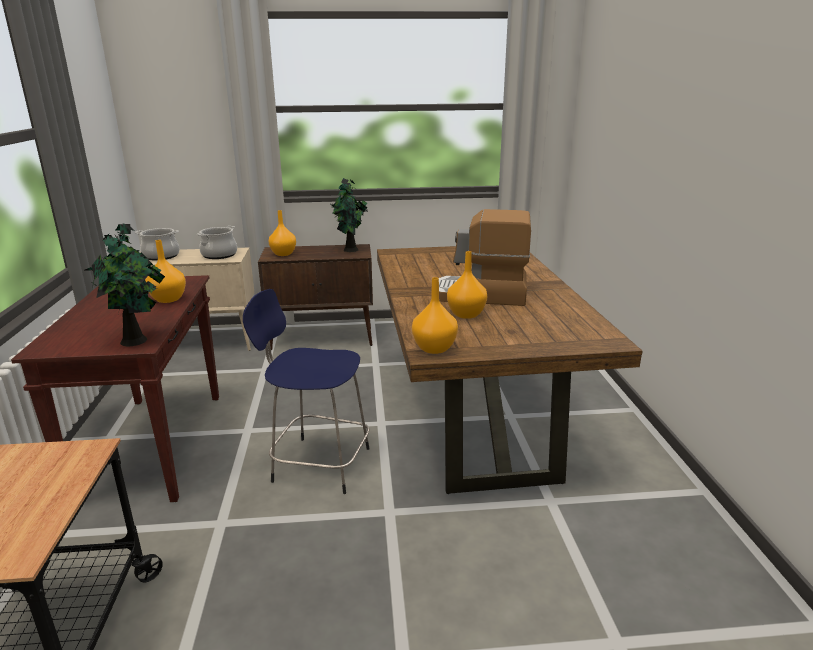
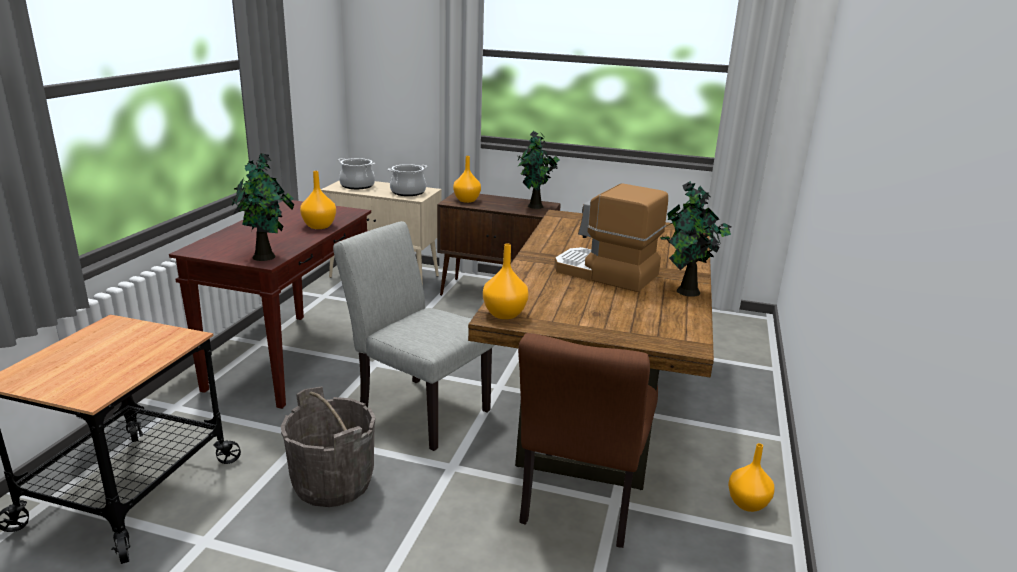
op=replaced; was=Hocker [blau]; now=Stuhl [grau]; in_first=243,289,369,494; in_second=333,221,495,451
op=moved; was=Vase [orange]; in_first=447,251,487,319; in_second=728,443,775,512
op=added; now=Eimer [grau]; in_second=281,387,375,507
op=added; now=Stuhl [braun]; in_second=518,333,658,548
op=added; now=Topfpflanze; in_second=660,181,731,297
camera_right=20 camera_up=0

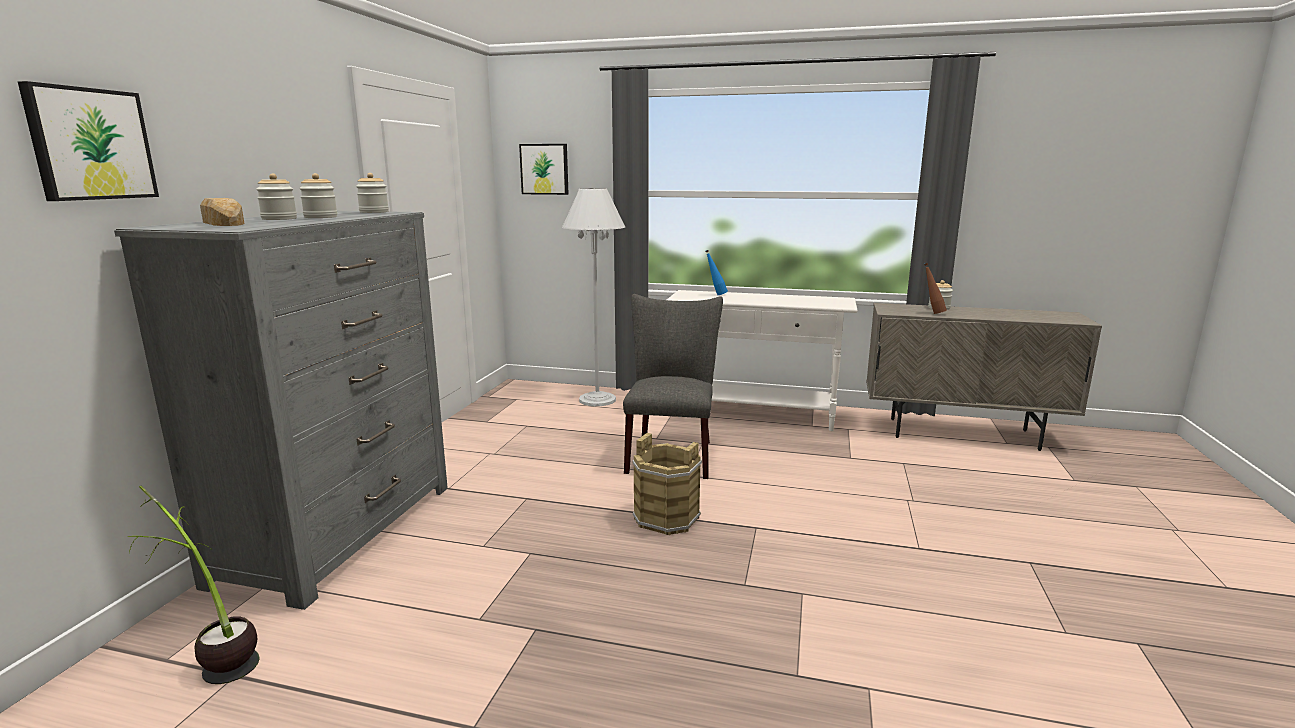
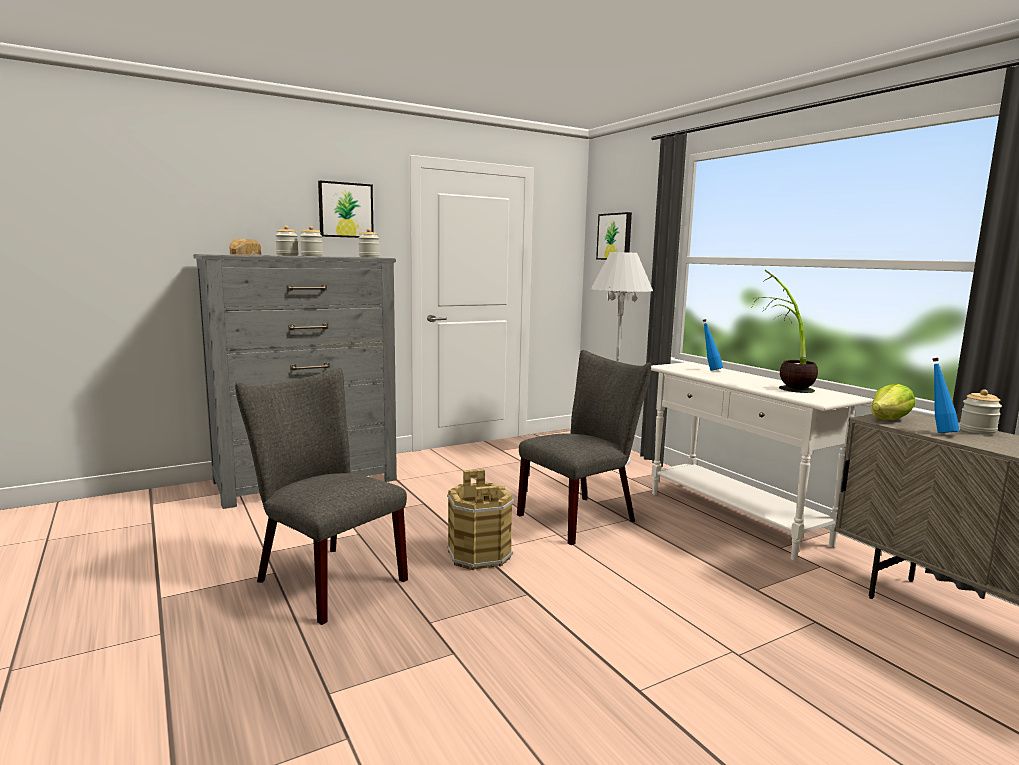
op=moved; was=Bild; in_first=18,81,159,201; in_second=318,181,374,238
op=moved; was=Topfpflanze; in_first=128,486,260,684; in_second=752,270,818,393
op=recoloured; was=Flasche [braun]; now=Flasche [blau]; in_first=924,263,947,314; in_second=932,358,959,433
op=added; now=Stuhl [grau]; in_second=235,368,408,625
op=added; now=Salatkopf; in_second=871,384,915,420
camera_right=45 camera_up=-5

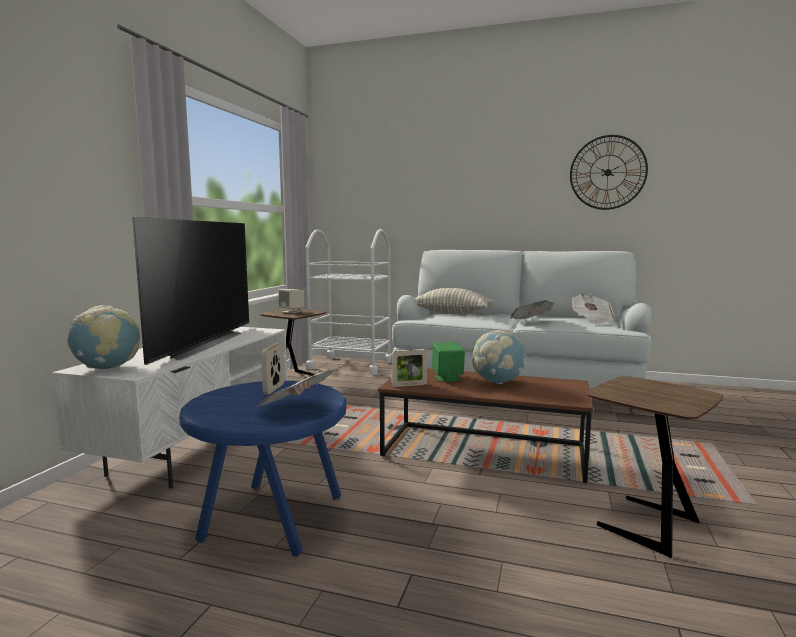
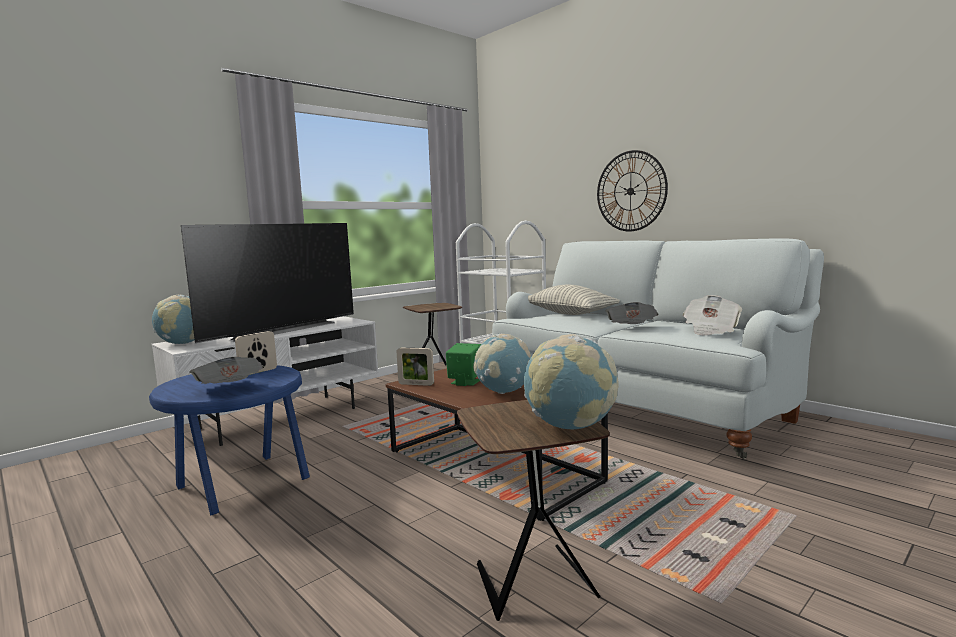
op=removed; was=Lautsprecher [beige]; in_first=278,289,304,314
op=moved; was=Wanduhr; in_first=570,135,648,210; in_second=597,150,668,231
op=added; now=Globus; in_second=524,334,619,429
camera_right=30 camera_up=0

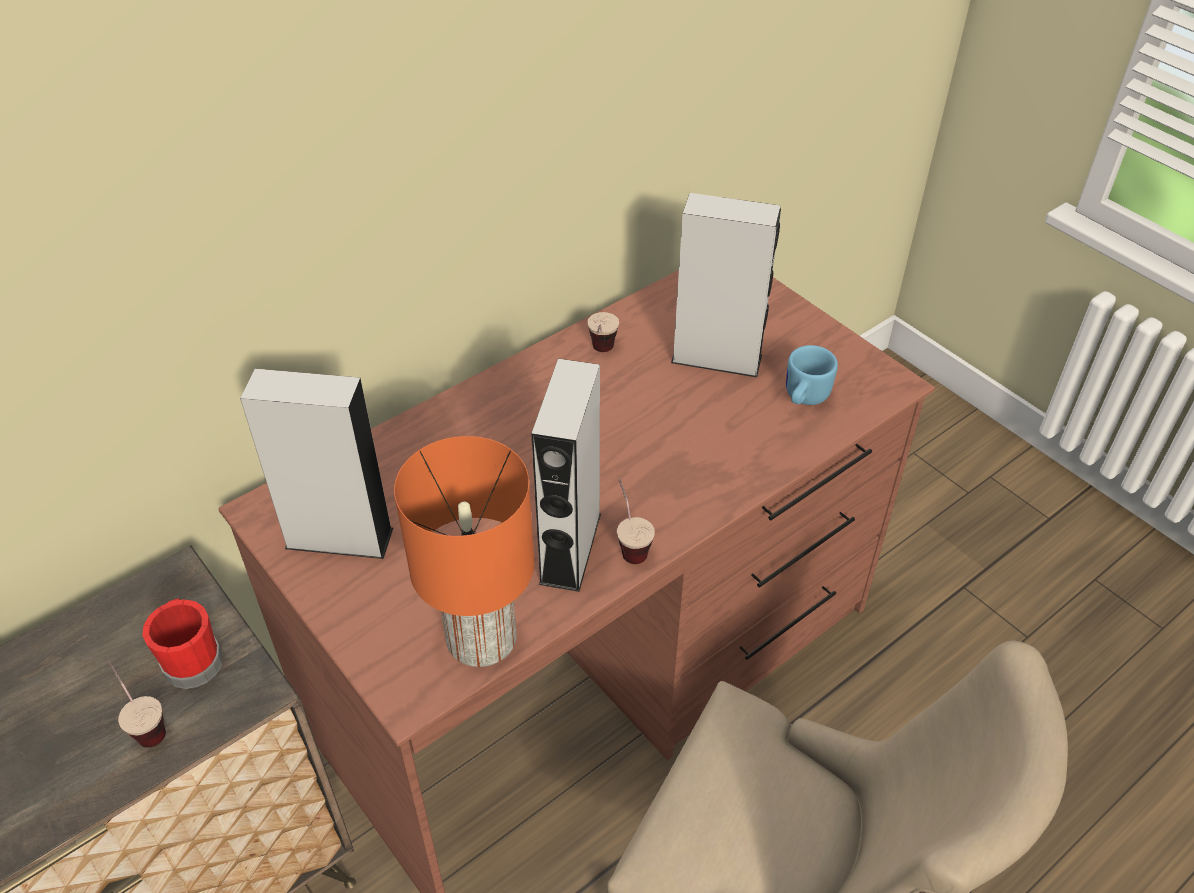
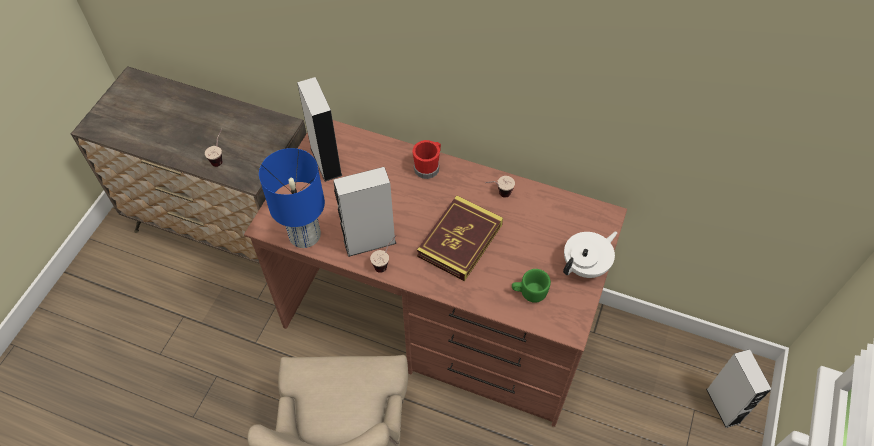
op=moved; was=Henkelbecher [rot]; in_first=142,598,223,689; in_second=413,140,441,179
op=recoloured; was=Tischlampe [orange]; now=Tischlampe [blau]; in_first=394,436,534,667; in_second=259,148,325,248
op=moved; was=Lautsprecher [grau]; in_first=671,193,781,377; in_second=706,349,772,428
op=recoloured; was=Henkelbecher [blau]; now=Henkelbecher [grün]; in_first=786,345,838,405; in_second=512,269,551,303
op=added; now=Buch; in_second=417,195,503,281
op=added; now=Teekanne [weiß]; in_second=563,232,617,278
camera_right=60 camera_up=10

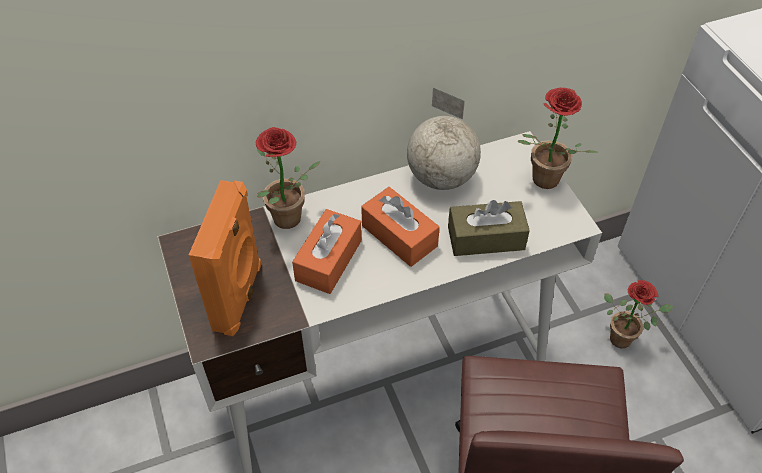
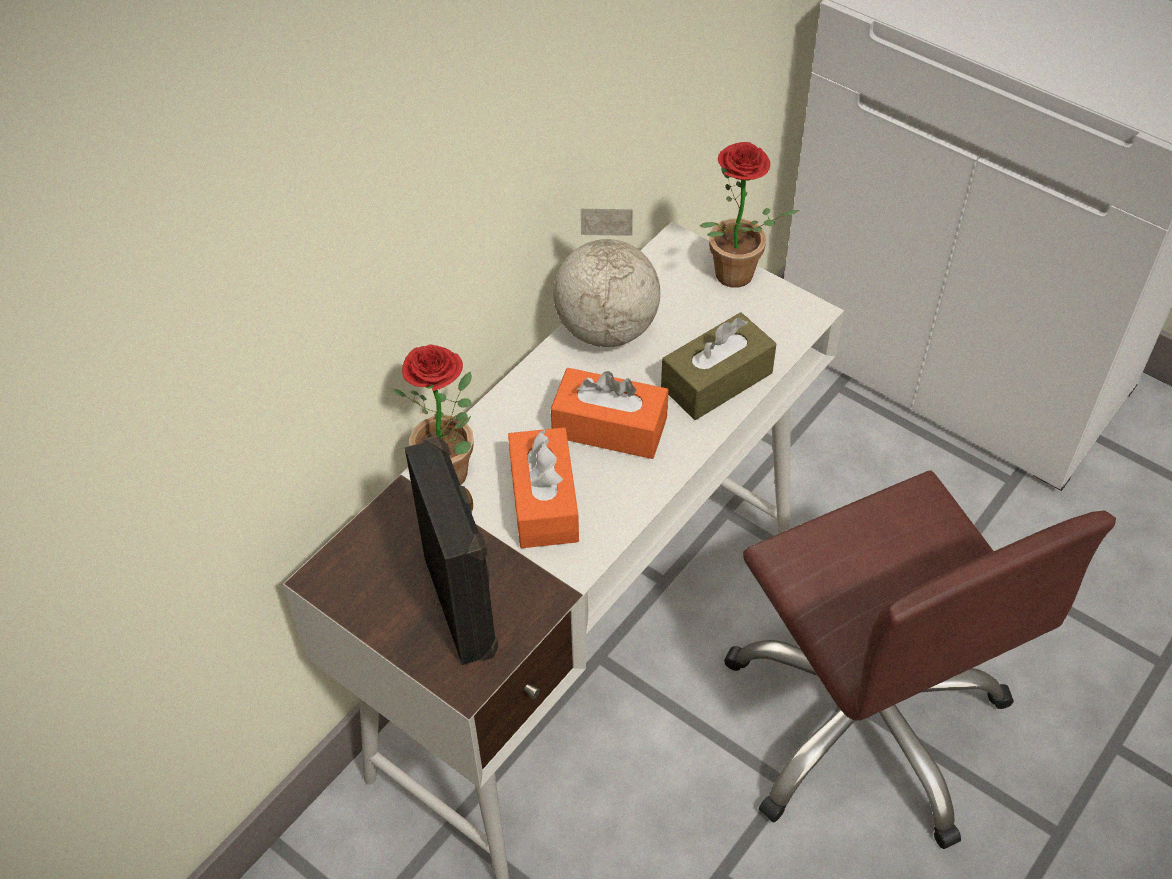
op=recoloured; was=Lautsprecher [orange]; now=Lautsprecher [schwarz]; in_first=189,180,261,336; in_second=405,436,498,665
op=removed; was=Topfpflanze; in_first=604,280,674,348
camera_right=-30 camera_up=0

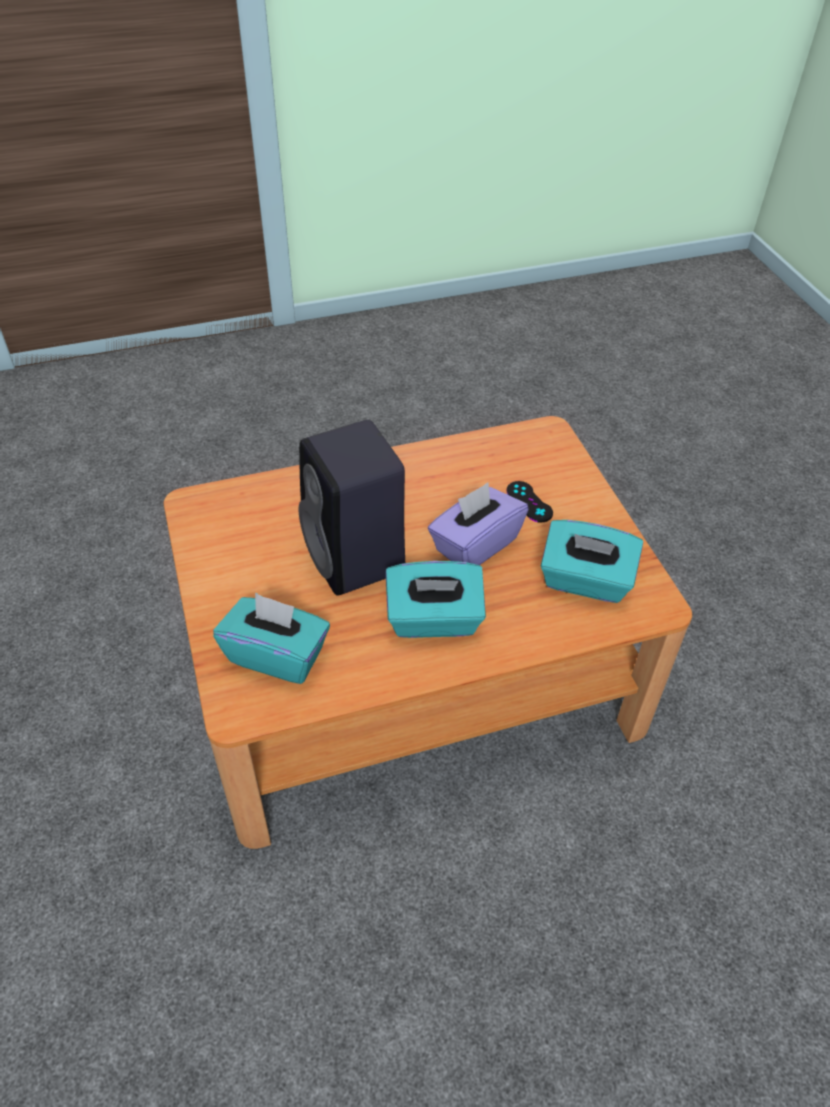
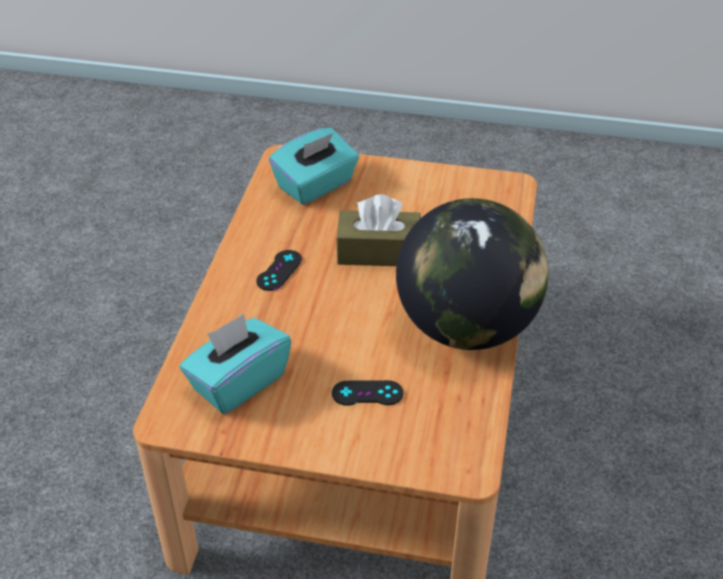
op=replaced; was=Lautsprecher [schwarz]; now=Taschentuchbox [braun]; in_first=299,420,405,595; in_second=336,194,421,266
op=replaced; was=Taschentuchbox [türkis]; now=Gamepad [schwarz]; in_first=386,561,486,638; in_second=256,250,302,291
op=removed; was=Taschentuchbox [lila]; in_first=428,483,529,565
op=added; now=Globus; in_second=396,198,548,350
camera_right=120 camera_up=-5

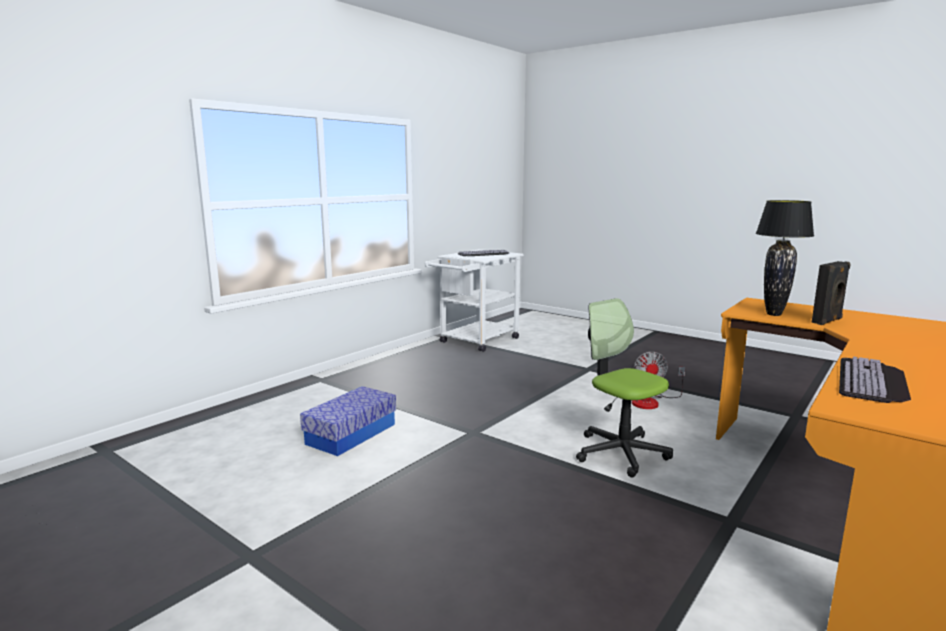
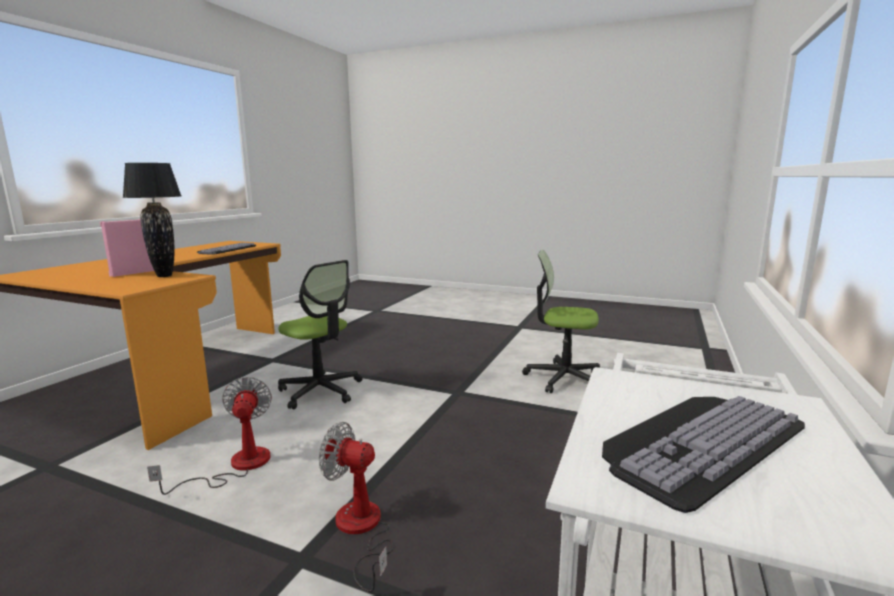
op=replaced; was=Aufbewahrungsbox; now=Bürostuhl; in_first=300,386,396,456; in_second=522,249,600,393
op=recoloured; was=Lautsprecher [schwarz]; now=Lautsprecher [rosa]; in_first=811,261,851,325; in_second=100,219,154,277
op=added; now=Ventilator; in_second=319,422,393,592
camera_right=165 camera_up=0

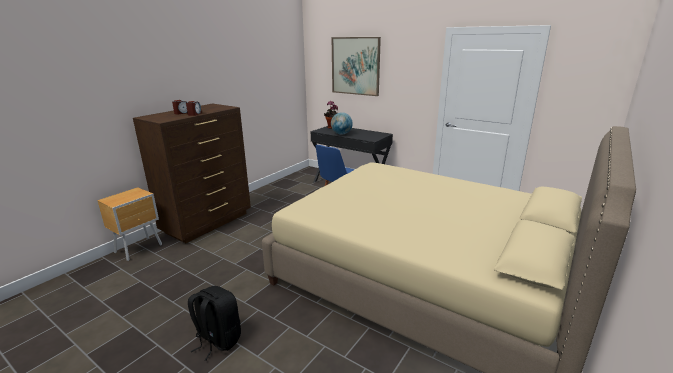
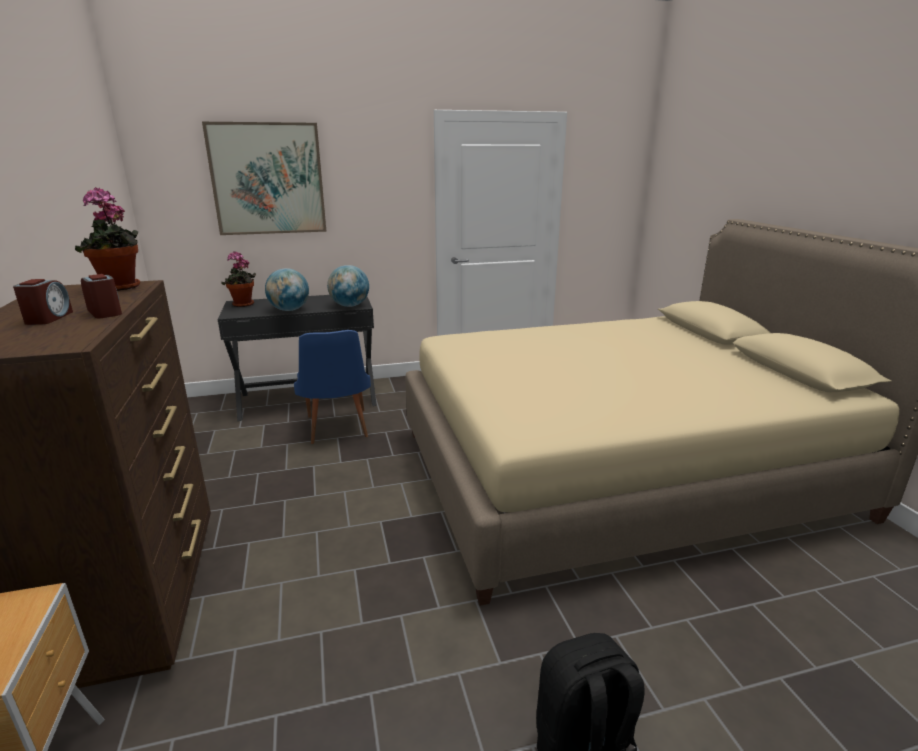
op=added; now=Topfpflanze; in_second=75,187,140,291
op=added; now=Globus; in_second=327,265,369,307
camera_right=-50 camera_up=0

